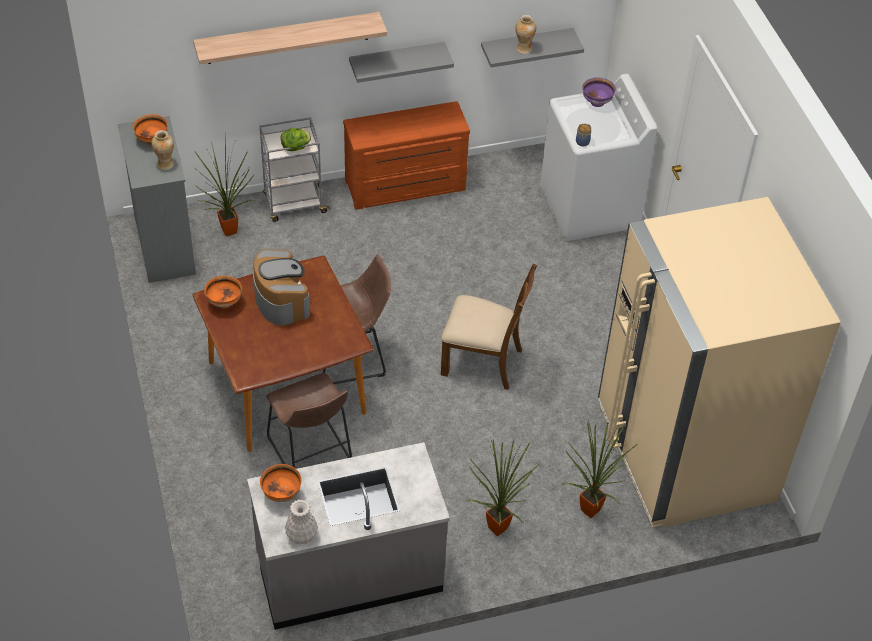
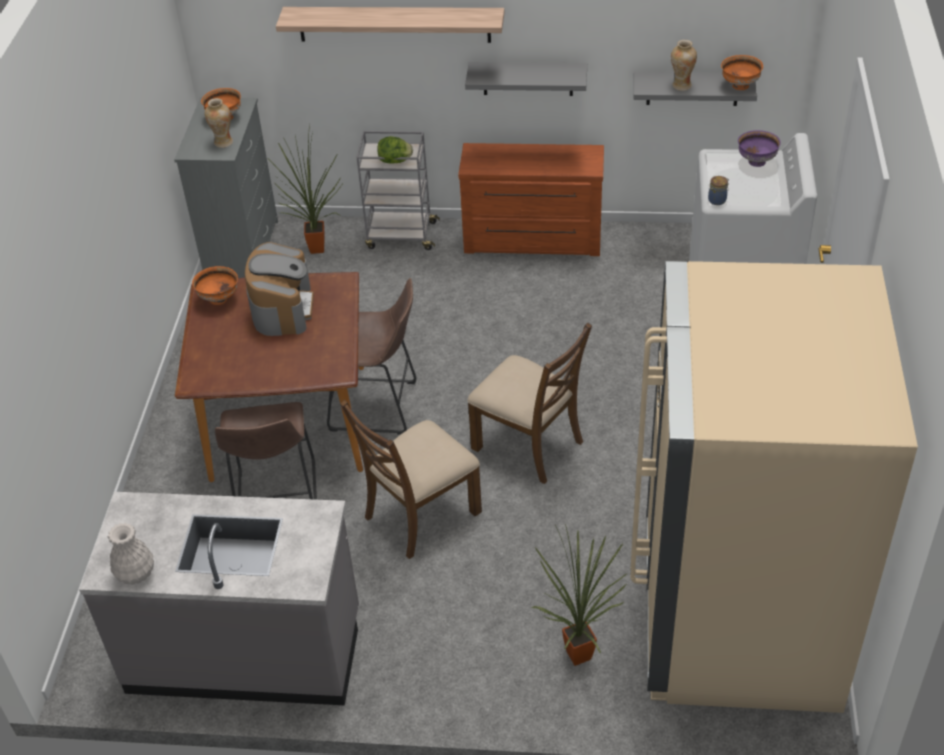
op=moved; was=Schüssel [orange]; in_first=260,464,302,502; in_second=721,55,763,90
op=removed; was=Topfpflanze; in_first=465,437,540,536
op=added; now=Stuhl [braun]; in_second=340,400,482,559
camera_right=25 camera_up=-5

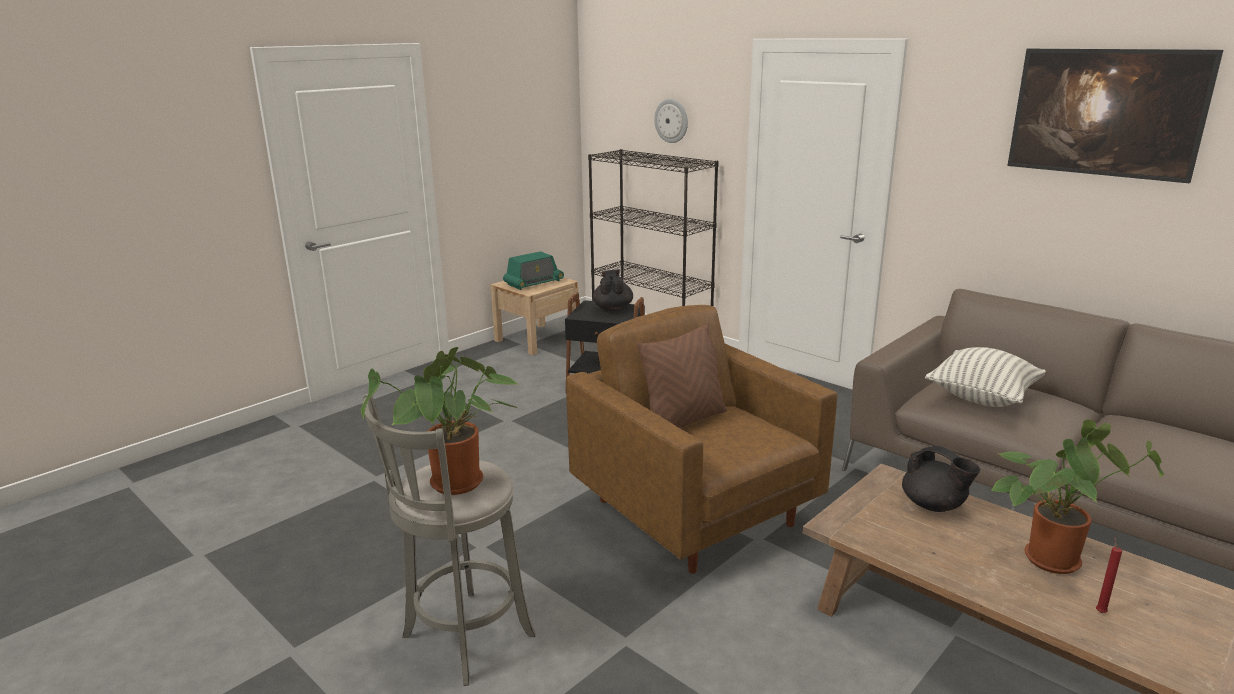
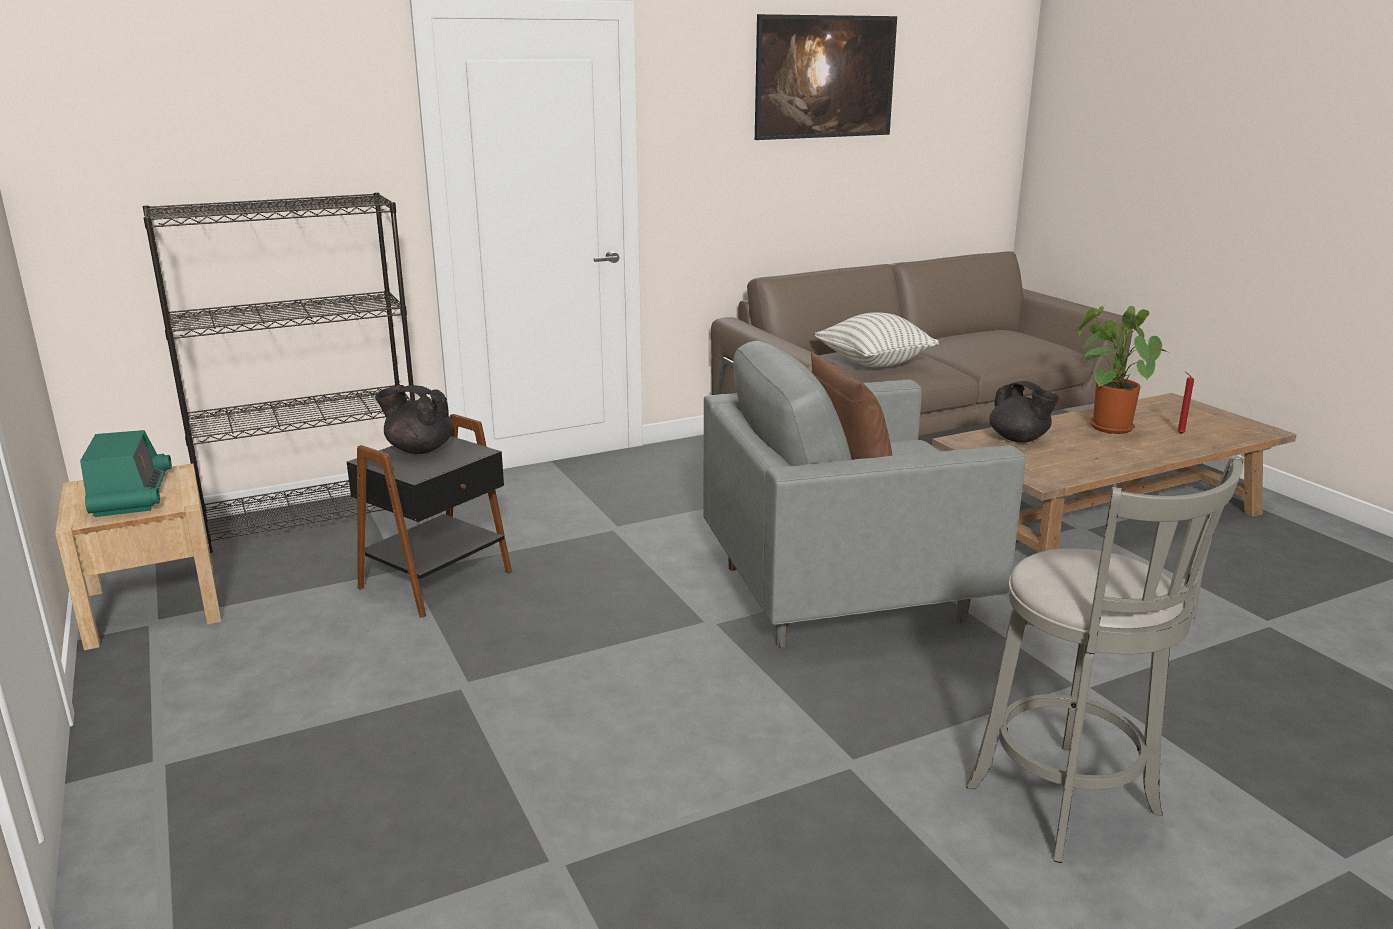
op=removed; was=Topfpflanze; in_first=361,347,520,495
op=recoloured; was=Sessel [braun]; now=Sessel [grau]; in_first=566,305,837,574; in_second=703,341,1026,648
op=removed; was=Wanduhr; in_first=654,99,688,143
op=turned; was=Teekanne [schwarz]; in_first=902,446,980,512; in_second=989,381,1060,443; clockwise=75
camera_right=-70 camera_up=0

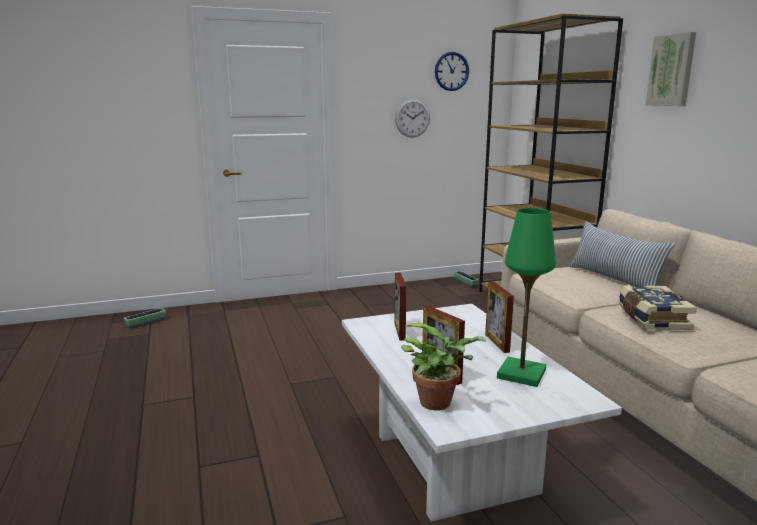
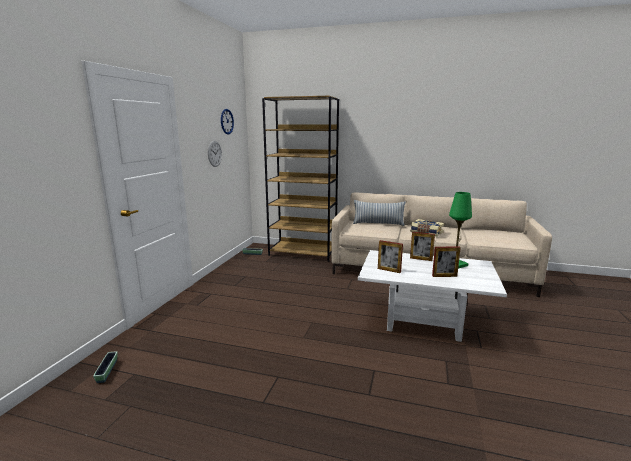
op=removed; was=Topfpflanze; in_first=401,322,486,410
op=removed; was=Bild; in_first=646,32,696,106
camera_right=-55 camera_up=0

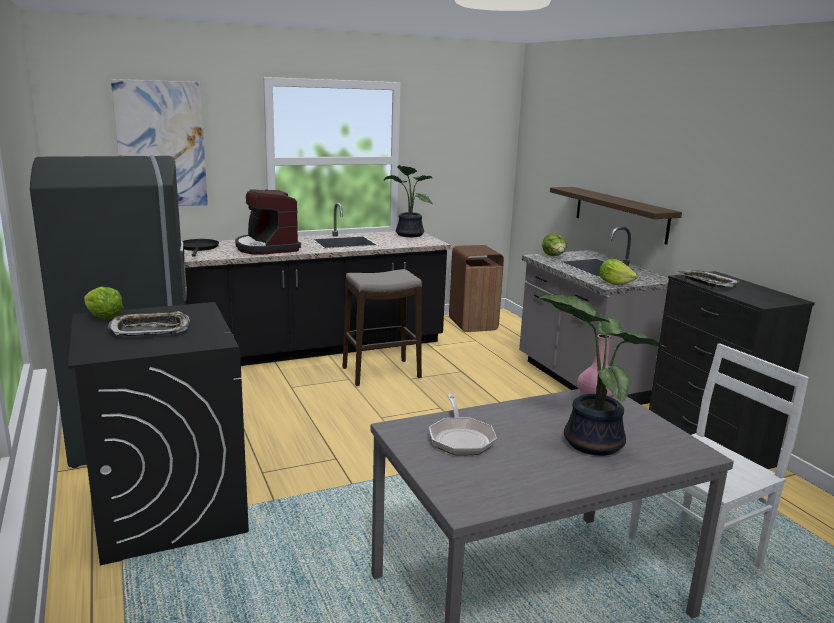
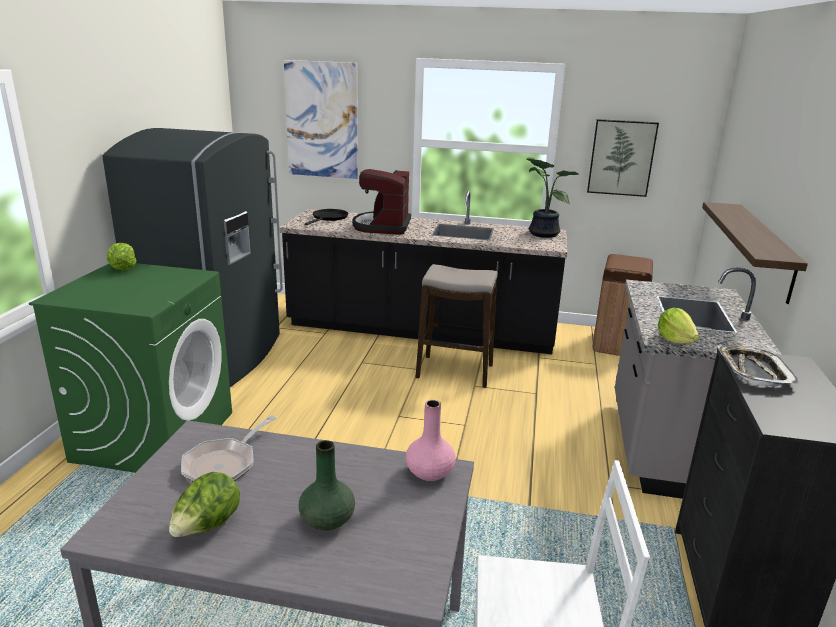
op=recoloured; was=Waschmaschine [schwarz]; now=Waschmaschine [grün]; in_first=68,302,249,566; in_second=29,263,232,473
op=removed; was=Tablett; in_first=107,311,190,336
op=replaced; was=Topfpflanze; now=Vase [grün]; in_first=539,295,665,456; in_second=299,440,355,531
op=moved; was=Salatkopf; in_first=542,233,567,256; in_second=169,472,240,537
op=added; now=Bild; in_second=587,119,659,197
camera_right=35 camera_up=5

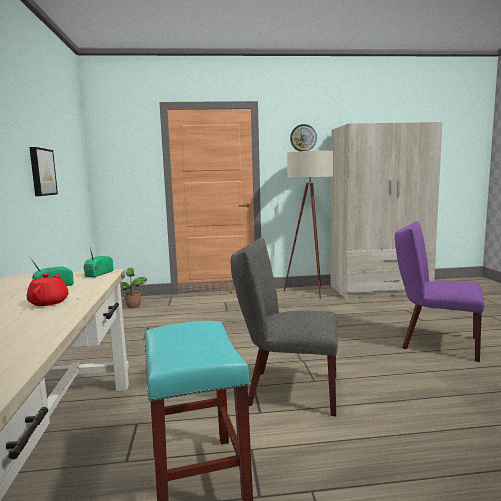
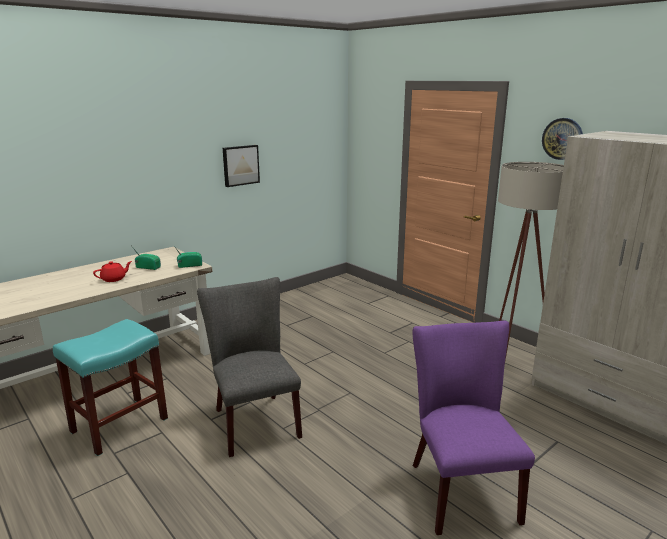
op=removed; was=Topfpflanze; in_first=120,268,147,308
camera_right=55 camera_up=10

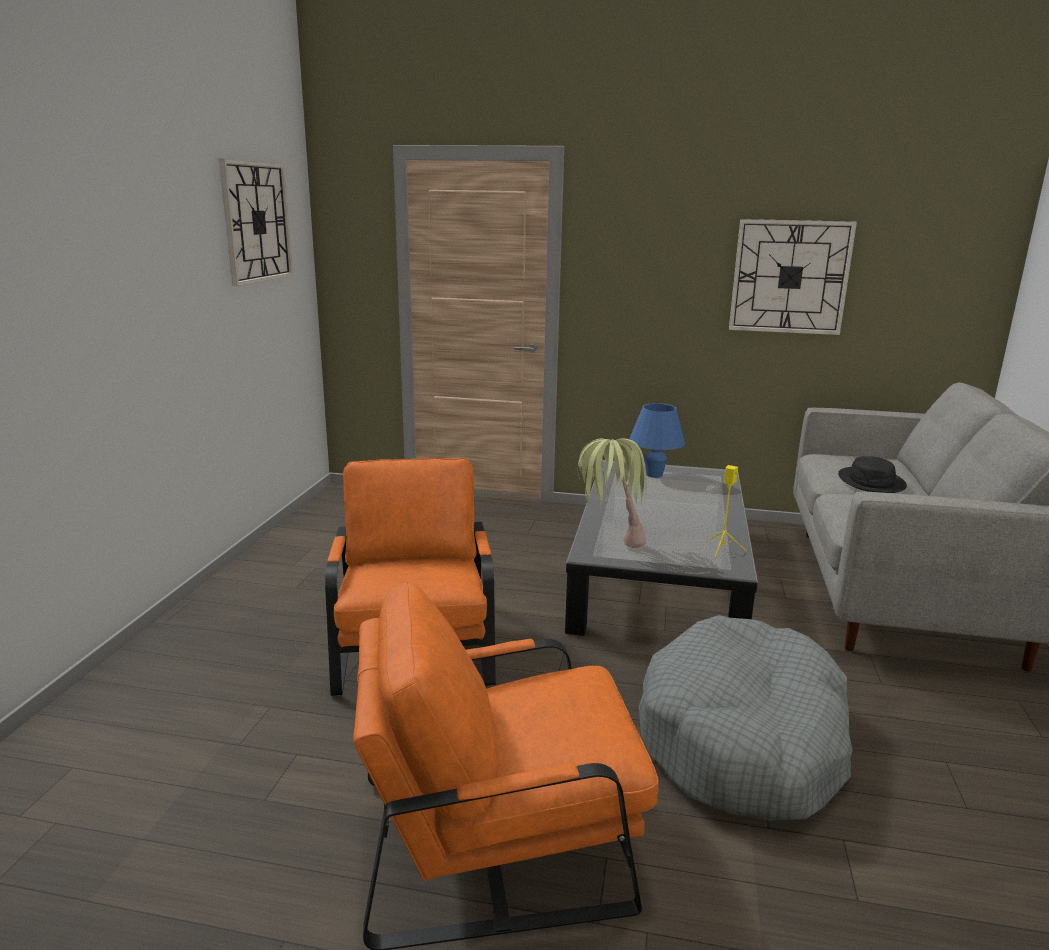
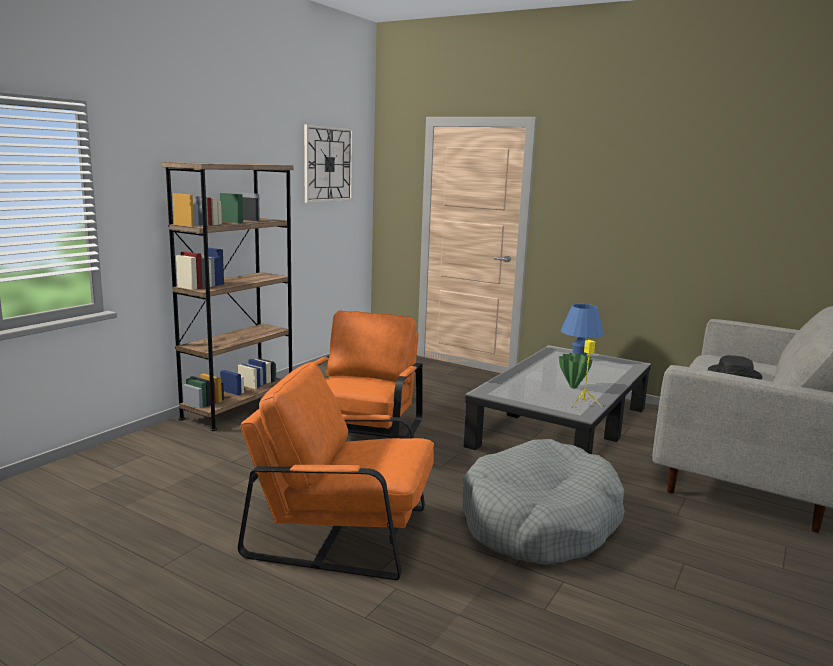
op=removed; was=Topfpflanze; in_first=578,438,647,548
op=removed; was=Wanduhr; in_first=729,219,857,335
op=added; now=Bücherregal [braun]; in_second=162,162,293,431
op=added; now=Vase [grün]; in_second=559,353,593,389
camera_right=20 camera_up=-5

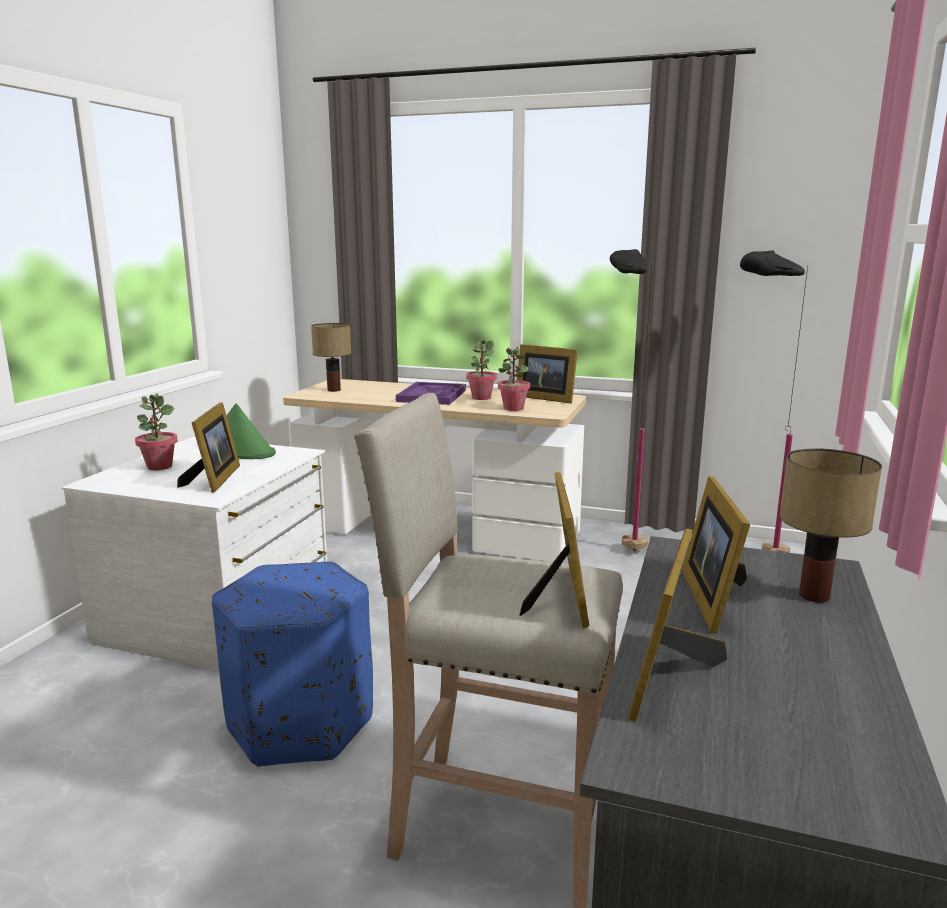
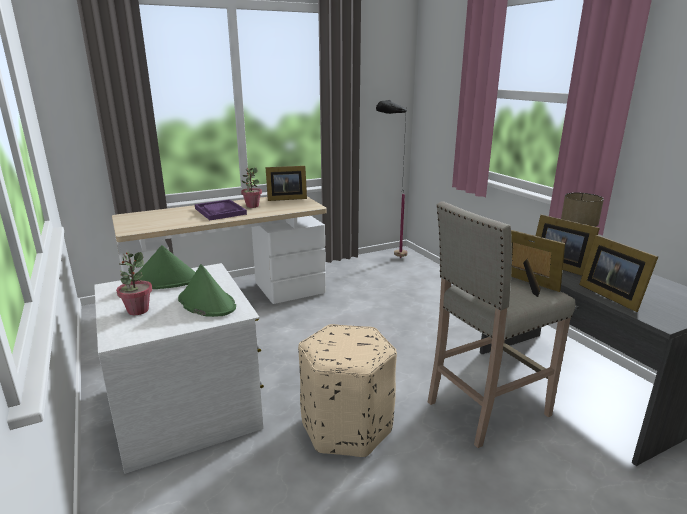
op=replaced; was=Bilderrahmen; now=Hut [grün]; in_first=177,402,240,493; in_second=178,264,236,317
op=recoloured; was=Polsterhocker [blau]; now=Polsterhocker [beige]; in_first=212,561,373,767; in_second=298,324,397,458
op=removed; was=Tischlampe; in_first=311,323,351,392
op=removed; was=Topfpflanze; in_first=498,347,530,411
op=removed; was=Stehlampe [schwarz]; in_first=610,249,652,551
camera_right=-45 camera_up=5

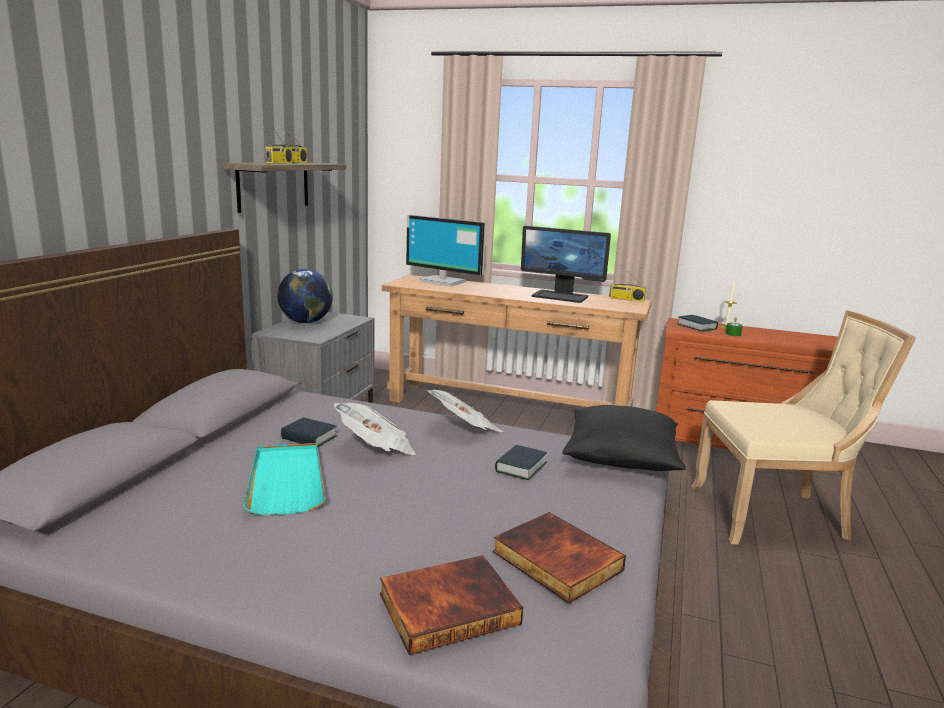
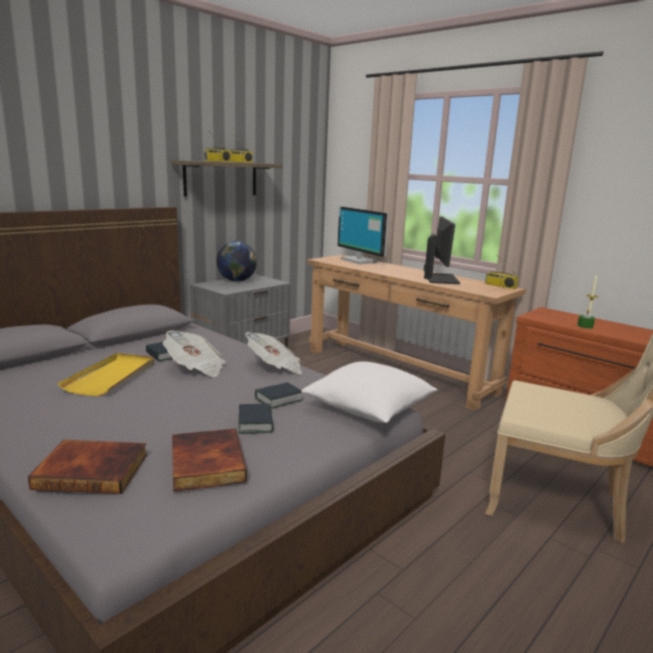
op=recoloured; was=Tablett [türkis]; now=Tablett [gelb]; in_first=243,443,326,515; in_second=58,353,154,396
op=turned; was=Monitor; in_first=521,226,611,303; in_second=424,216,460,284; clockwise=-135
op=recoloured; was=Kissen [schwarz]; now=Kissen [weiß]; in_first=562,405,686,471; in_second=301,361,438,423
op=moved; was=Buch; in_first=677,315,718,332; in_second=239,404,273,434
camera_right=25 camera_up=0

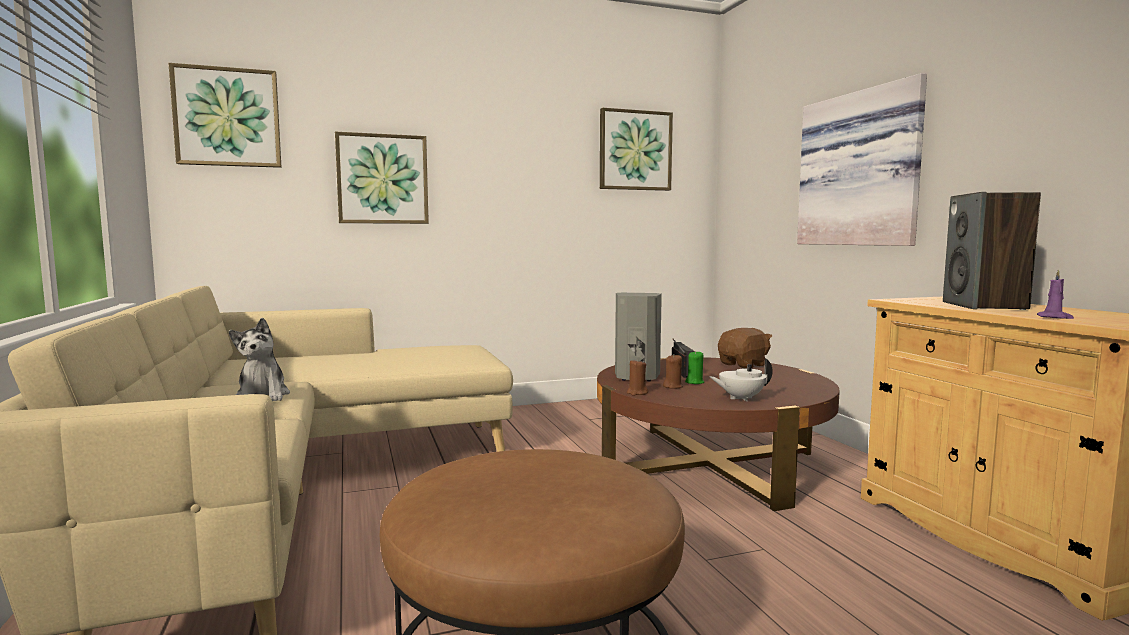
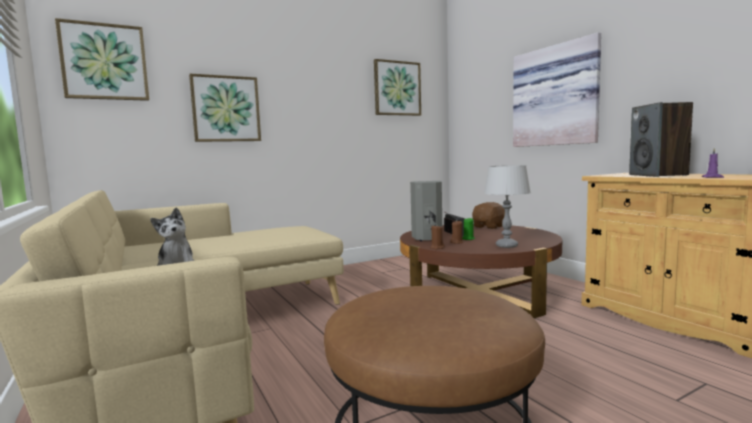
op=replaced; was=Teekanne [weiß]; now=Tischlampe [grau]; in_first=709,358,773,401; in_second=484,165,531,248
camera_right=-10 camera_up=0

